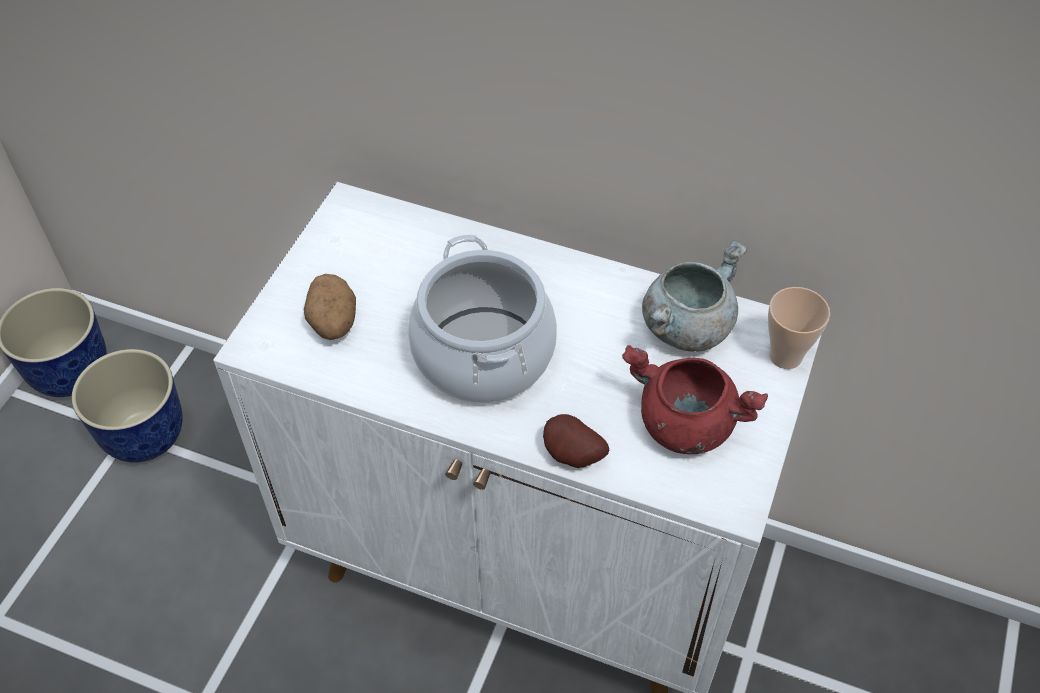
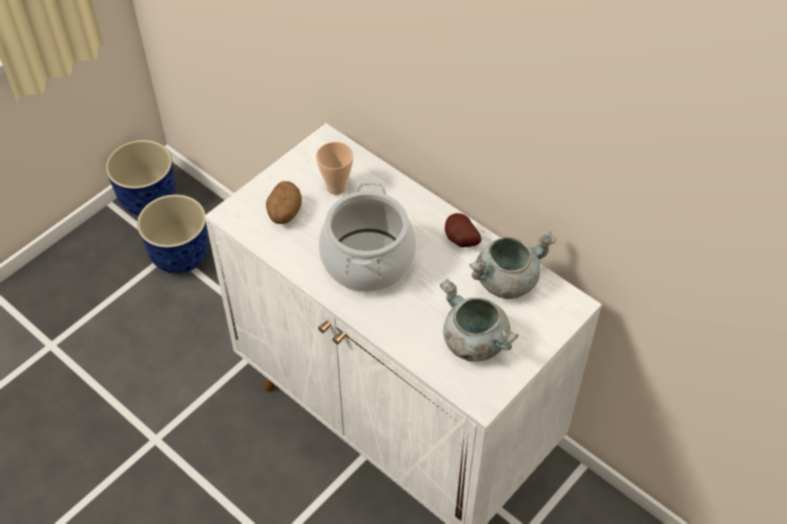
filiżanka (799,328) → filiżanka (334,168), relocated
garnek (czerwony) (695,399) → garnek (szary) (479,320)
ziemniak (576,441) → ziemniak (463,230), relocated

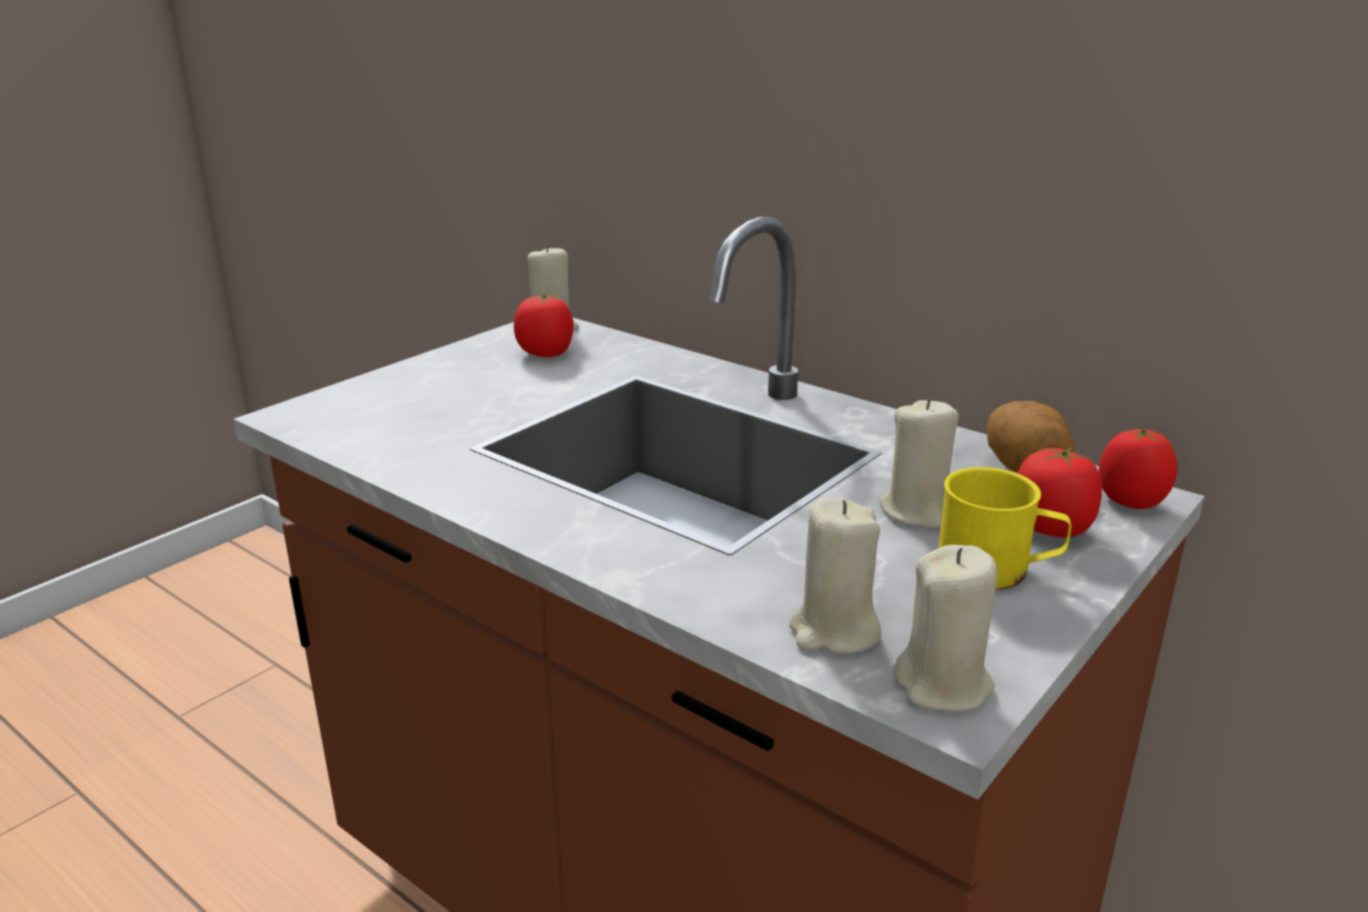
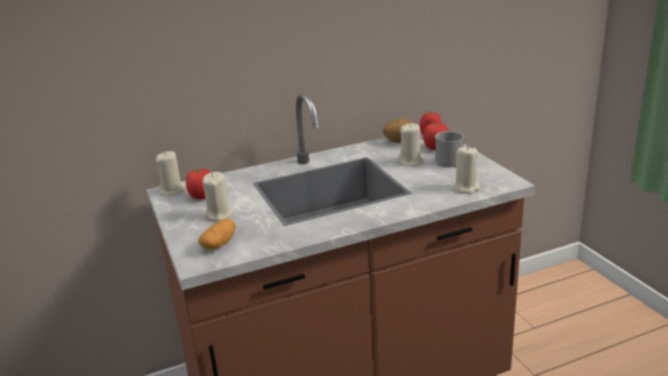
- → ziemniak (217,234)
świeca (beżowy) (945,628) → świeca (beżowy) (217,196), relocated
kubek (żółty) (1004,528) → kubek (szary) (449,149)

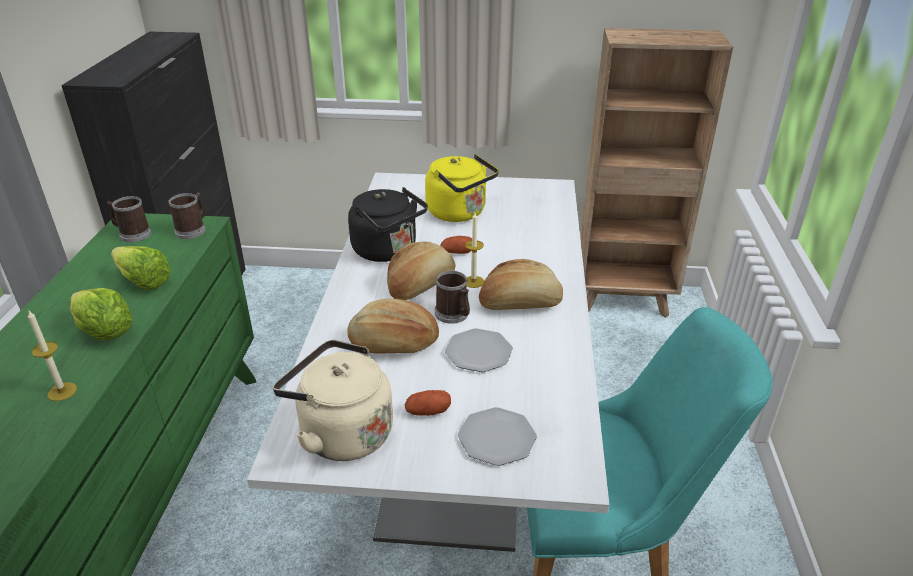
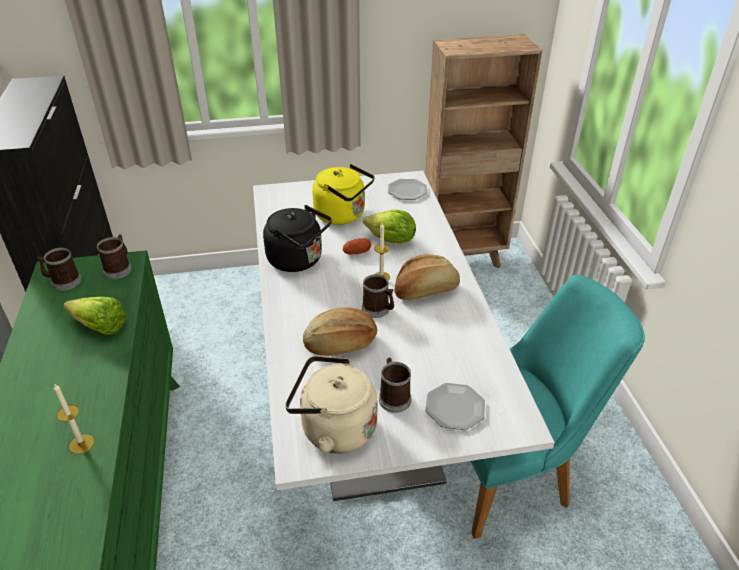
sałata (101,314) → sałata (389,226), relocated
ziemniak (428,403) → kubek (395,385)
talerz (479,350) → talerz (407,189), relocated
chleb (421,270) → -

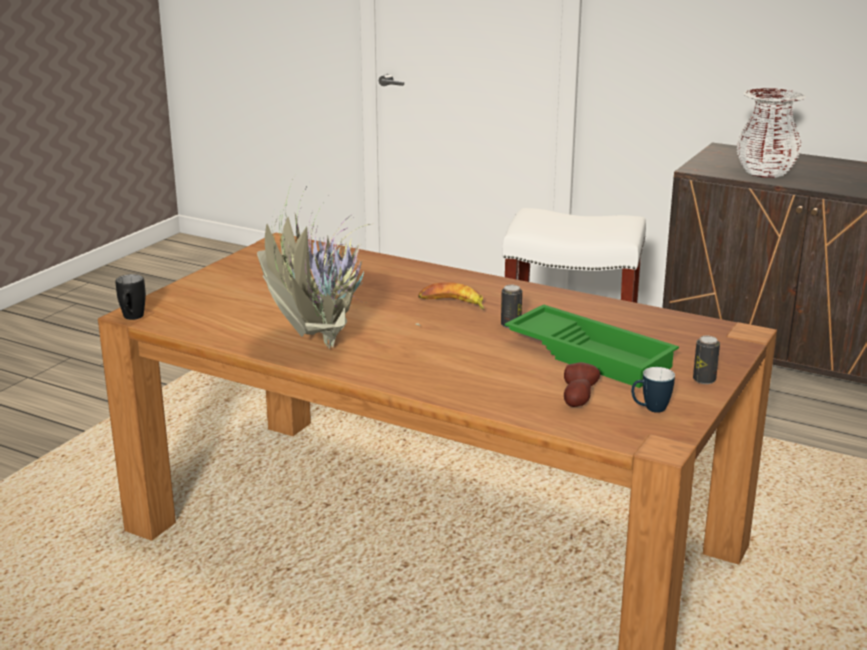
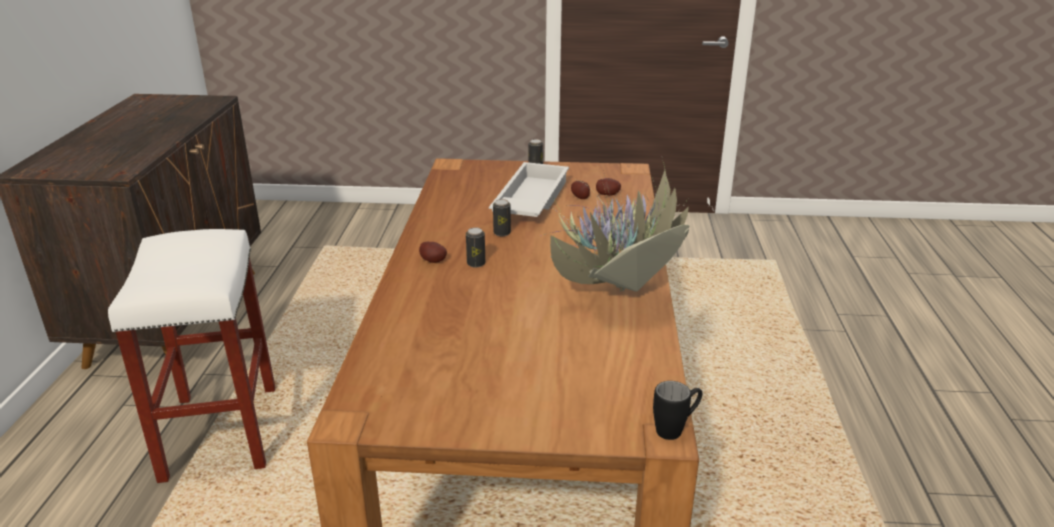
- → ziemniak (433,252)
banan (451,296) → puszka (475,248)
taca (zielony) (592,346) → taca (biały) (529,189)
kubek (653,390) → -
wazon (biały) (771,133) → -

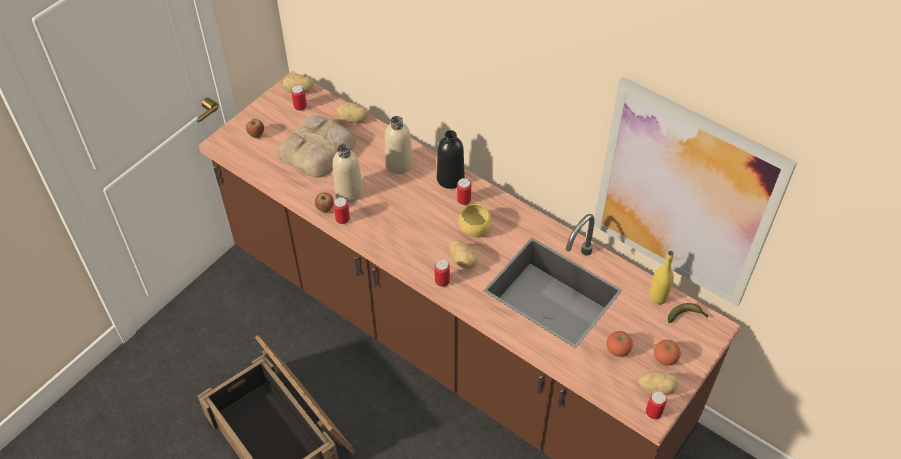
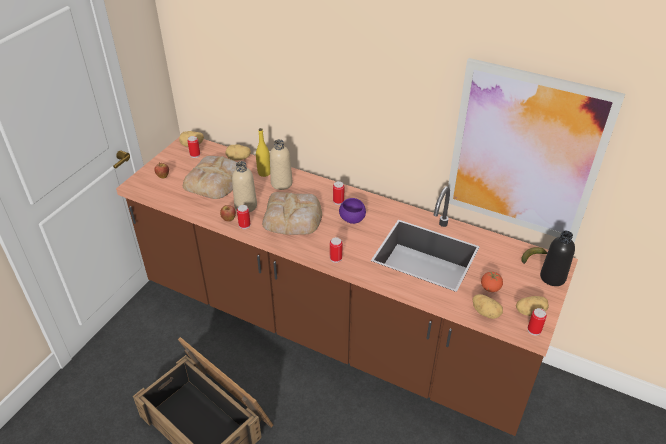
butelka (żółty) (661,278) → butelka (żółty) (263,152), relocated
- → chleb (292,213)
miska (żółty) (475,220) → miska (fioletowy) (352,211)
ziemniak (464,254) → ziemniak (487,306), relocated
butelka (czarny) (451,159) → butelka (czarny) (557,258), relocated
pomidor (667,352) → -

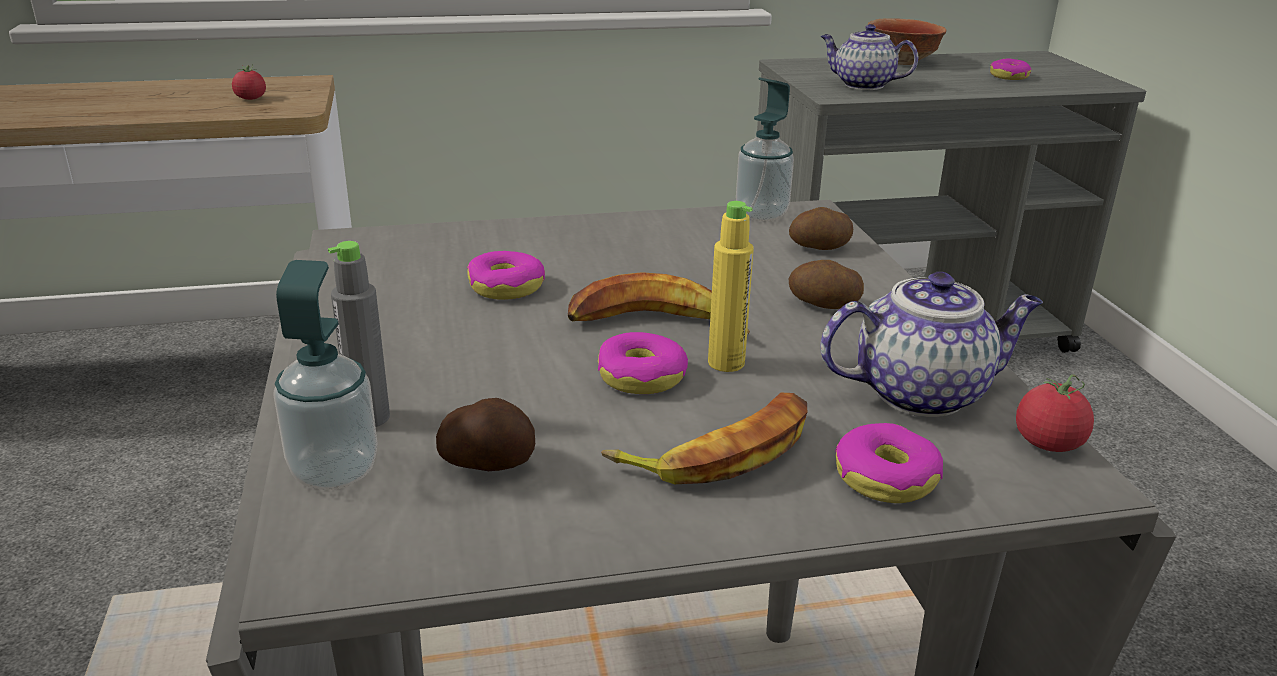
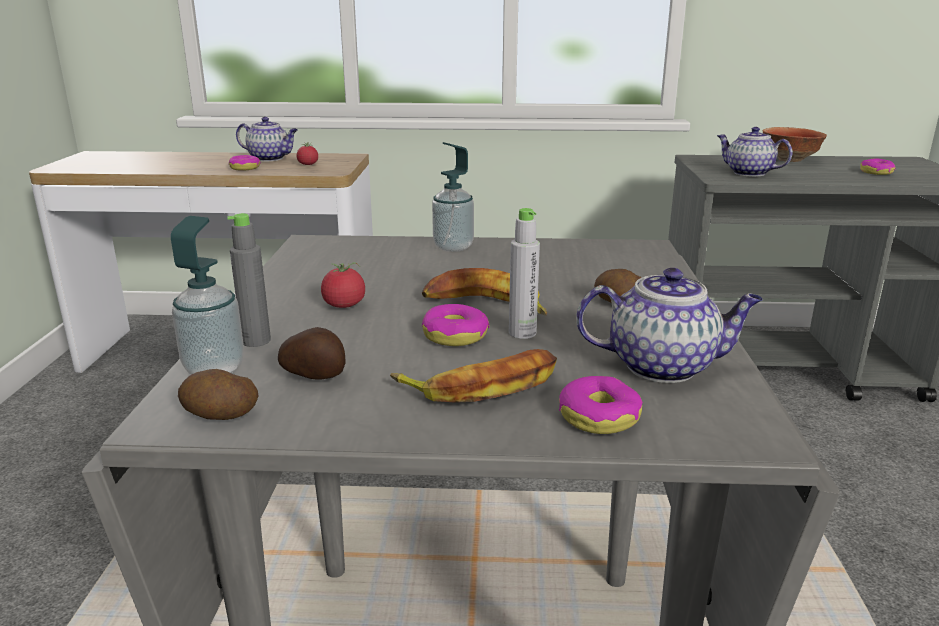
ziemniak (821,228) → ziemniak (218,394), relocated
donut (506,275) → donut (245,163), relocated
- → imbryk (267,139)
pomidor (1055,413) → pomidor (343,285), relocated
dozownik mydła (765,149) → dozownik mydła (453,197), relocated
butelka (żółty) (731,286) → butelka (szary) (524,273)

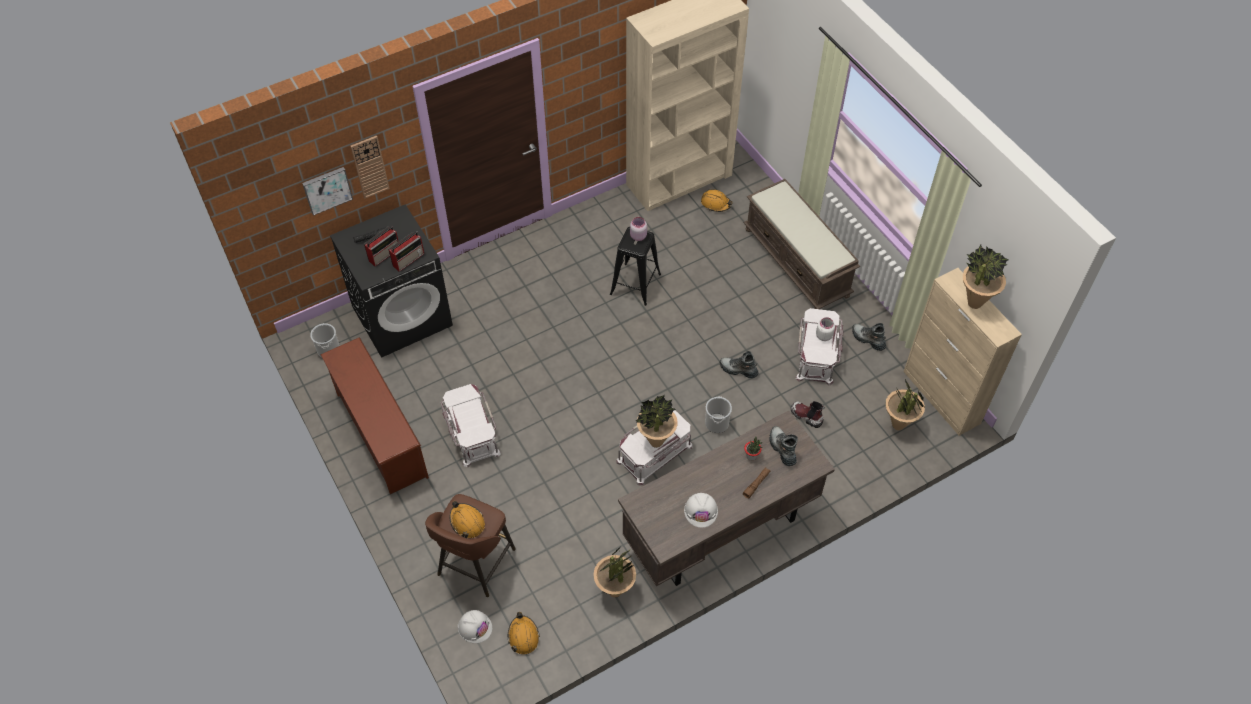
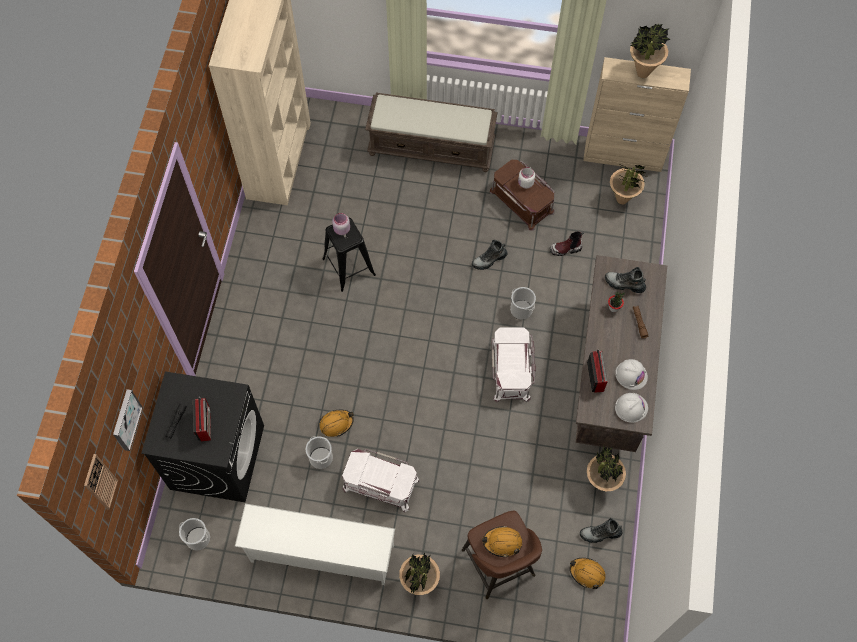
zegar ścienny (370,166) → zegar ścienny (101,482), relocated
regał na buty (brązowy) (374,415) → regał na buty (biały) (315,544)
- → wiadro (319,452)
kask (pomarańczowy) (717,200) → kask (pomarańczowy) (336,423), relocated
roślina doniczkowa (657,421) → roślina doniczkowa (419,574), relocated
pojemnik do przechowywania (biały) (819,346) → pojemnik do przechowywania (brązowy) (522,195)
but z cholewką (869,337) → but z cholewką (601,530), relocated
radio (406,251) → radio (597,371), relocated
kask (biały) (475,626) → kask (biały) (631,408), relocated

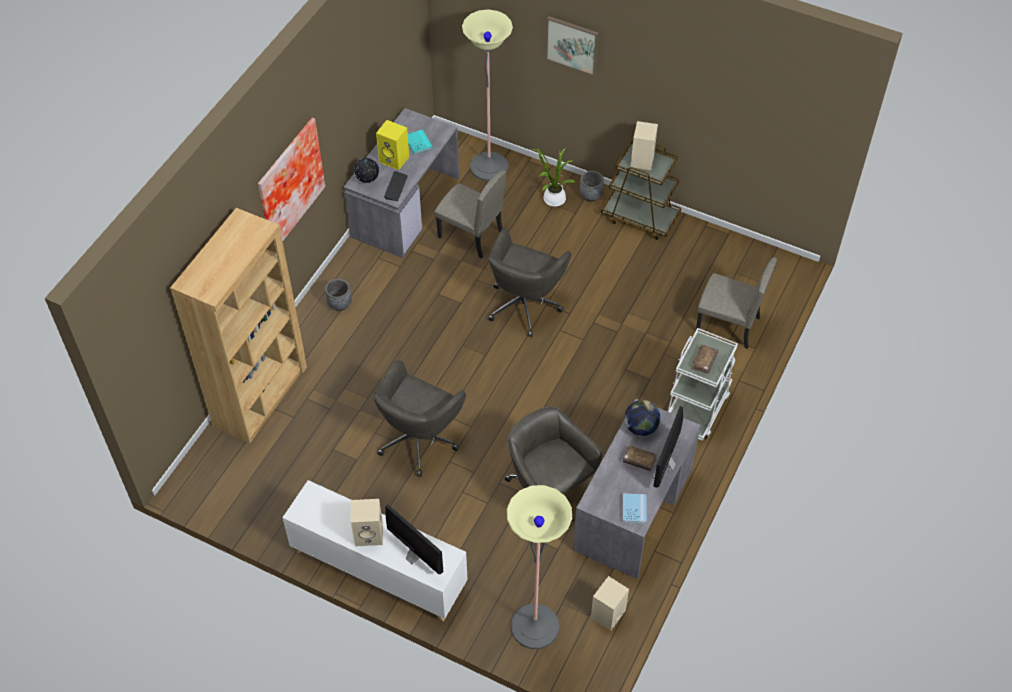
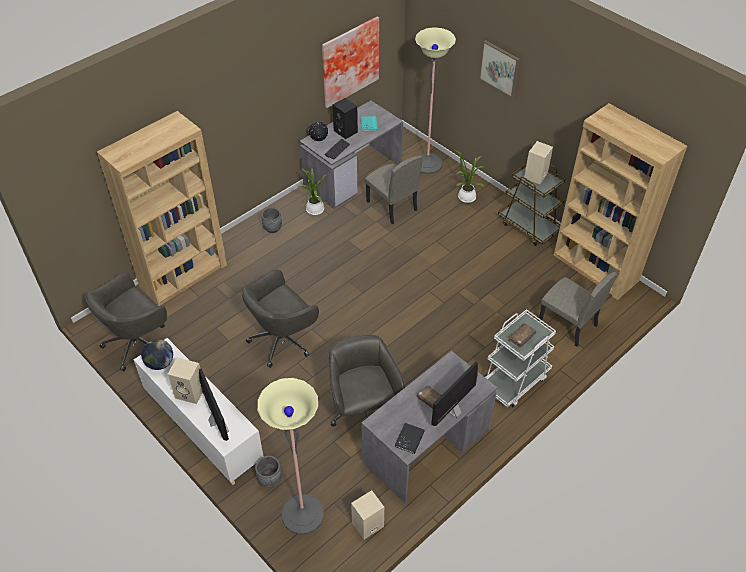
krzesło biurowe (szary) (529,283) → krzesło biurowe (szary) (126,322), relocated
globus (643,418) → globus (157,354), relocated
donica (szary) (592,186) → donica (szary) (268,471), relocated
- → roślina doniczkowa (312,191)
obraz (291,179) → obraz (350,62), relocated
głośnik (żółty) (392,145) → głośnik (czarny) (345,118)
książka (niebieski) (635,509) → książka (czarny) (410,438)
- → regał (brązowy) (620,201)

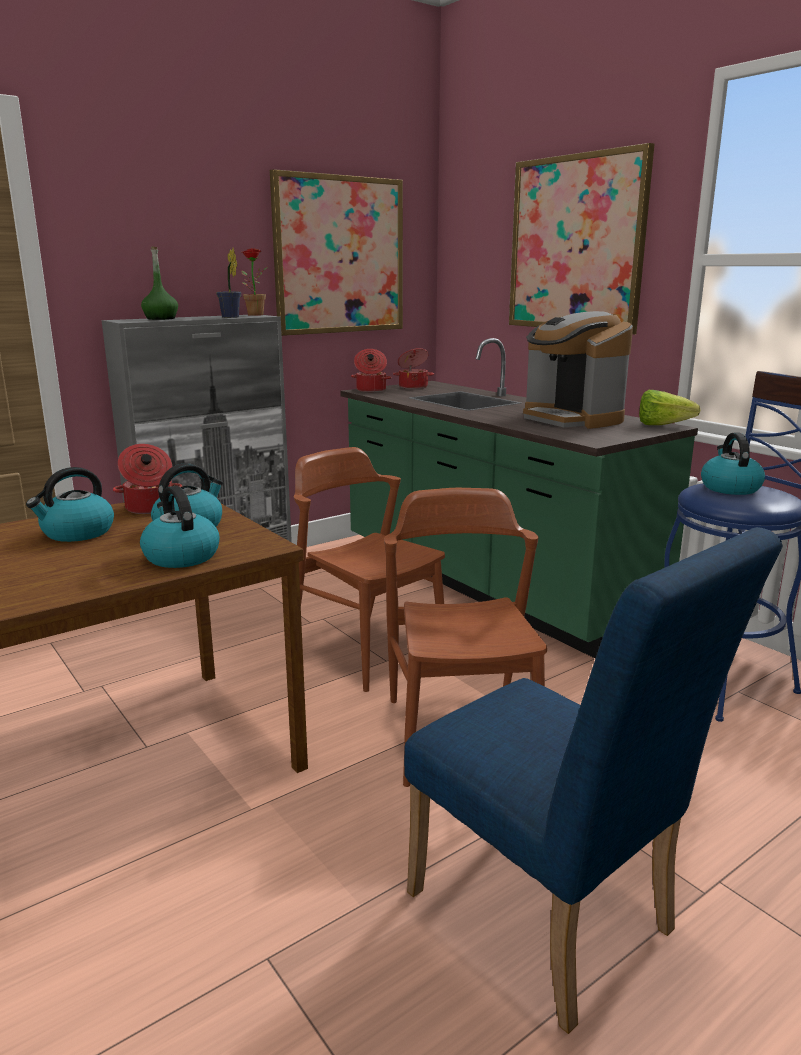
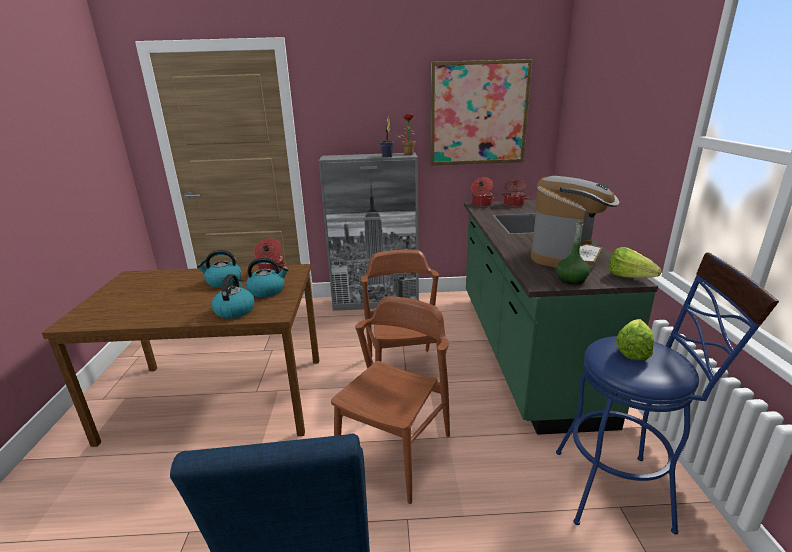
ekspres do kawy (578,370) → ekspres do kawy (575,222), 150 degrees counterclockwise
butelka (zielony) (159,283) → butelka (zielony) (573,252), relocated
czajnik (733,464) → sałata (635,339)
obraz (581,239) → -

